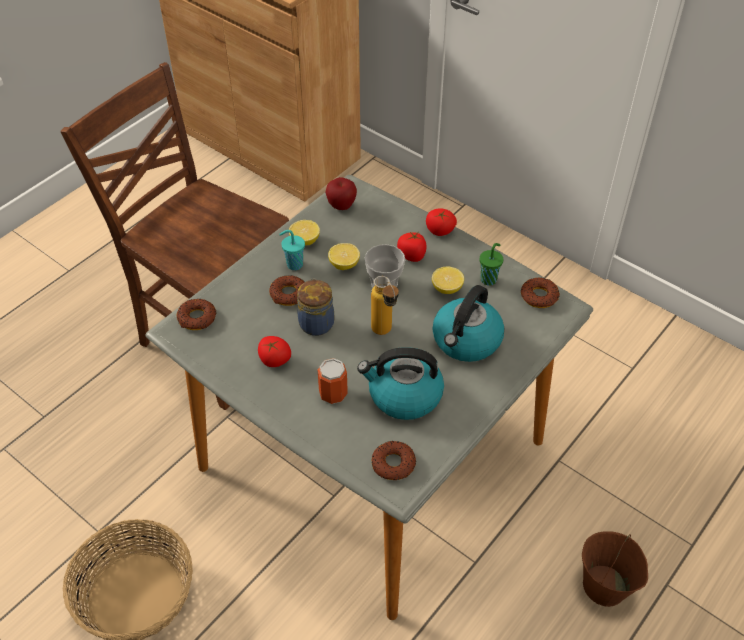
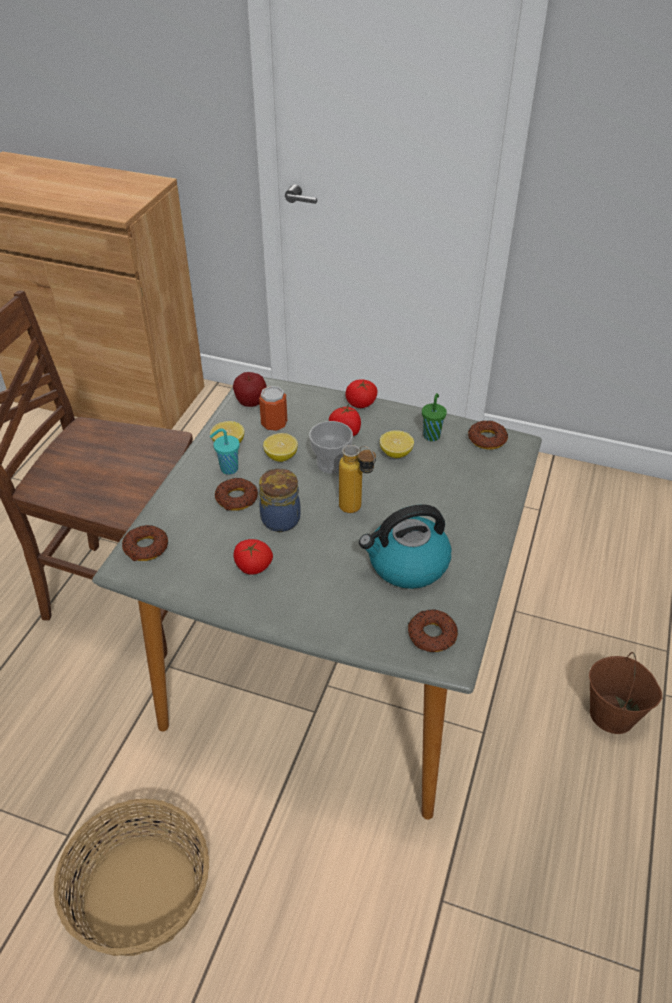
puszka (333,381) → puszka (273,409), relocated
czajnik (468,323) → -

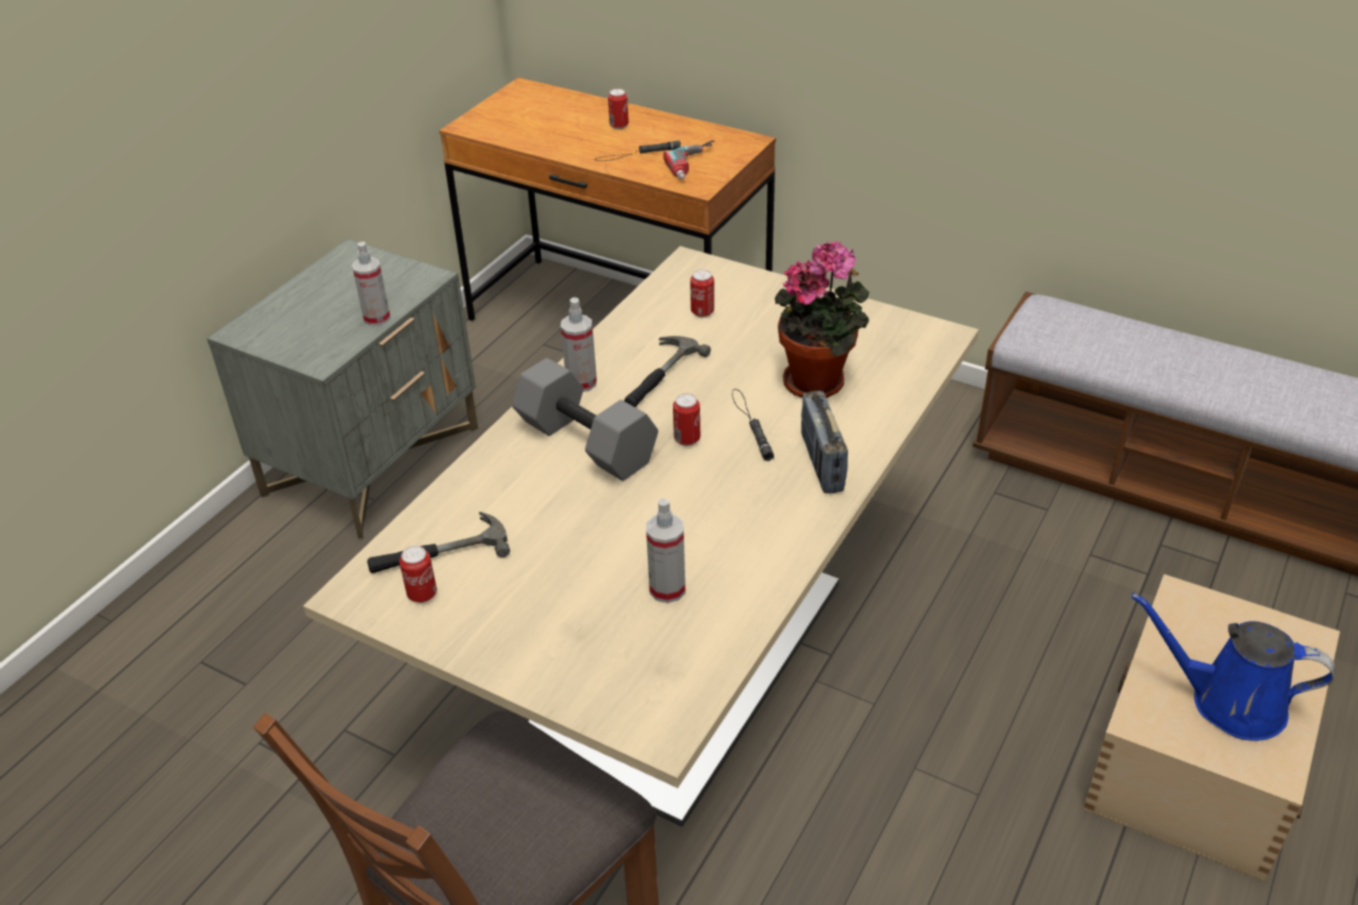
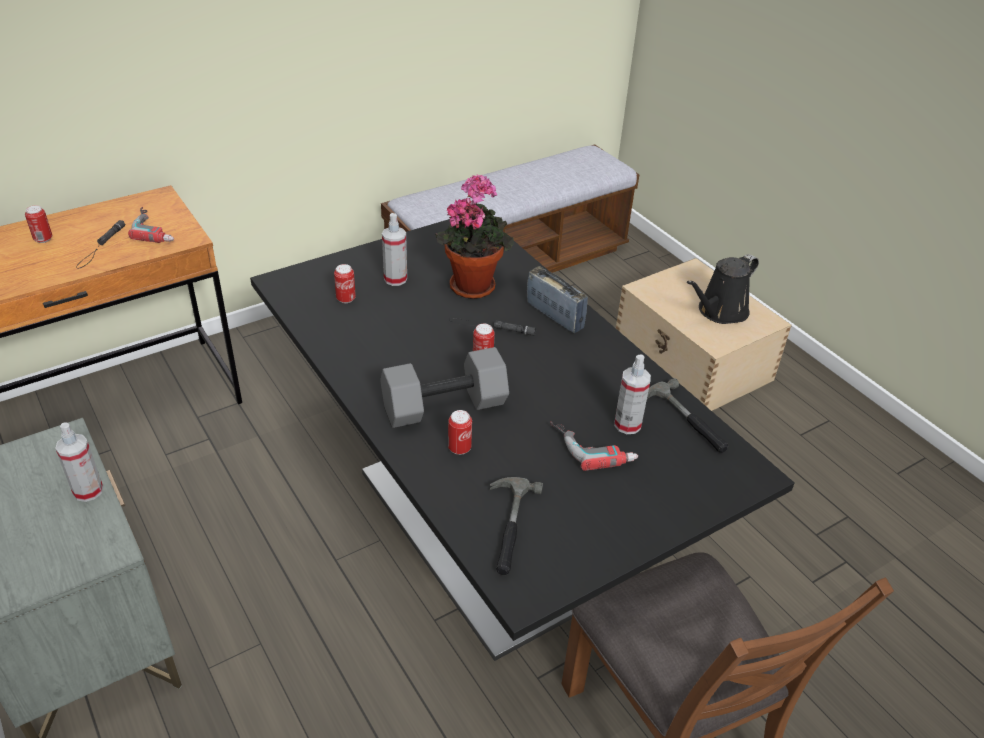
stół jadalny (beżowy) (641,536) → stół jadalny (czarny) (522,440)
spryskiwacz (579,344) → spryskiwacz (394,249), relocated
puszka (418,574) → puszka (460,432), relocated
radio (824,442) → radio (557,299), 150 degrees counterclockwise
- → wiertarka (594,446)
młotek (667,371) → młotek (687,415), relocated
konewka (niebieski) (1233,666) → konewka (czarny) (723,289)

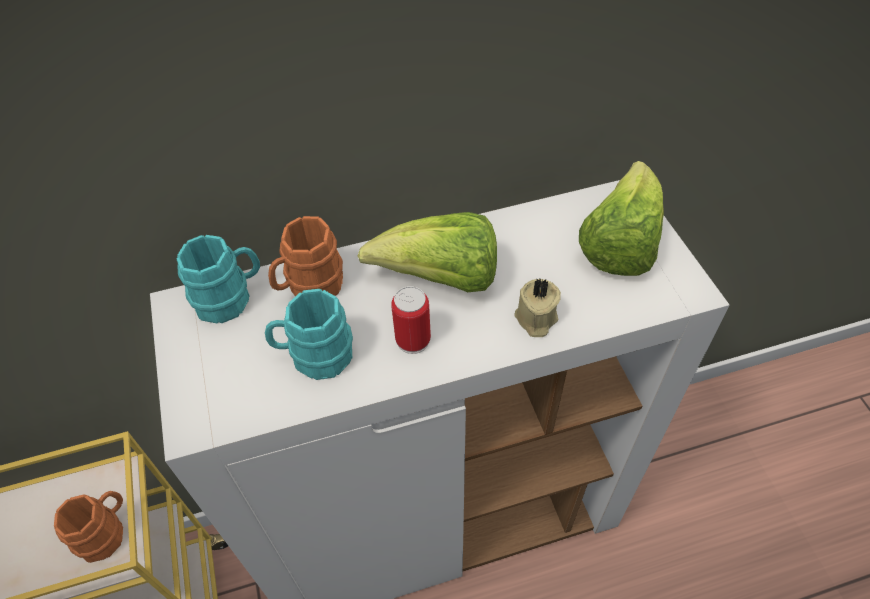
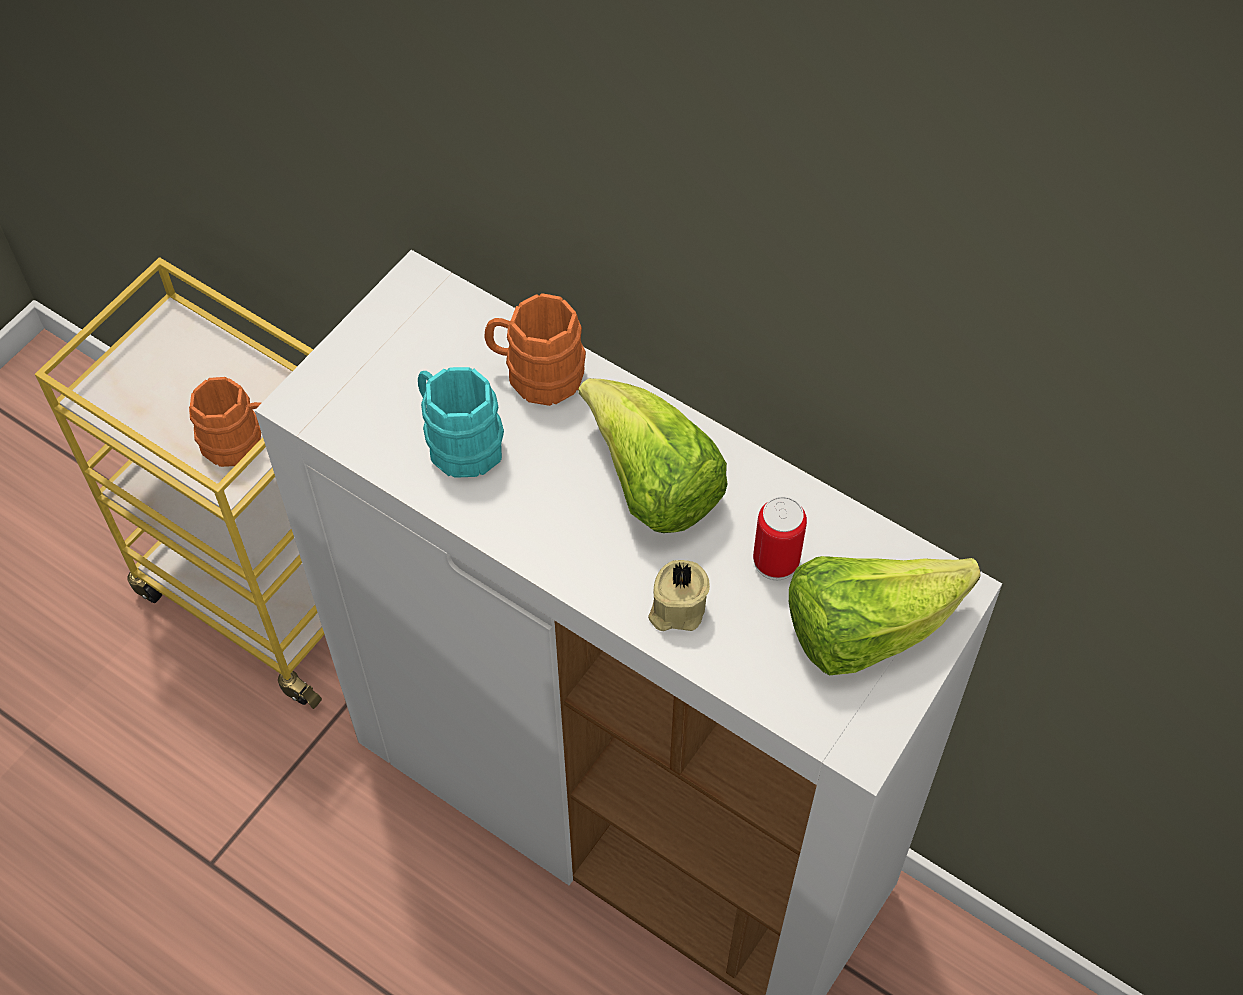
puszka (411,320) → puszka (780,538), relocated
kubek (turkusowy) (218,279) → -

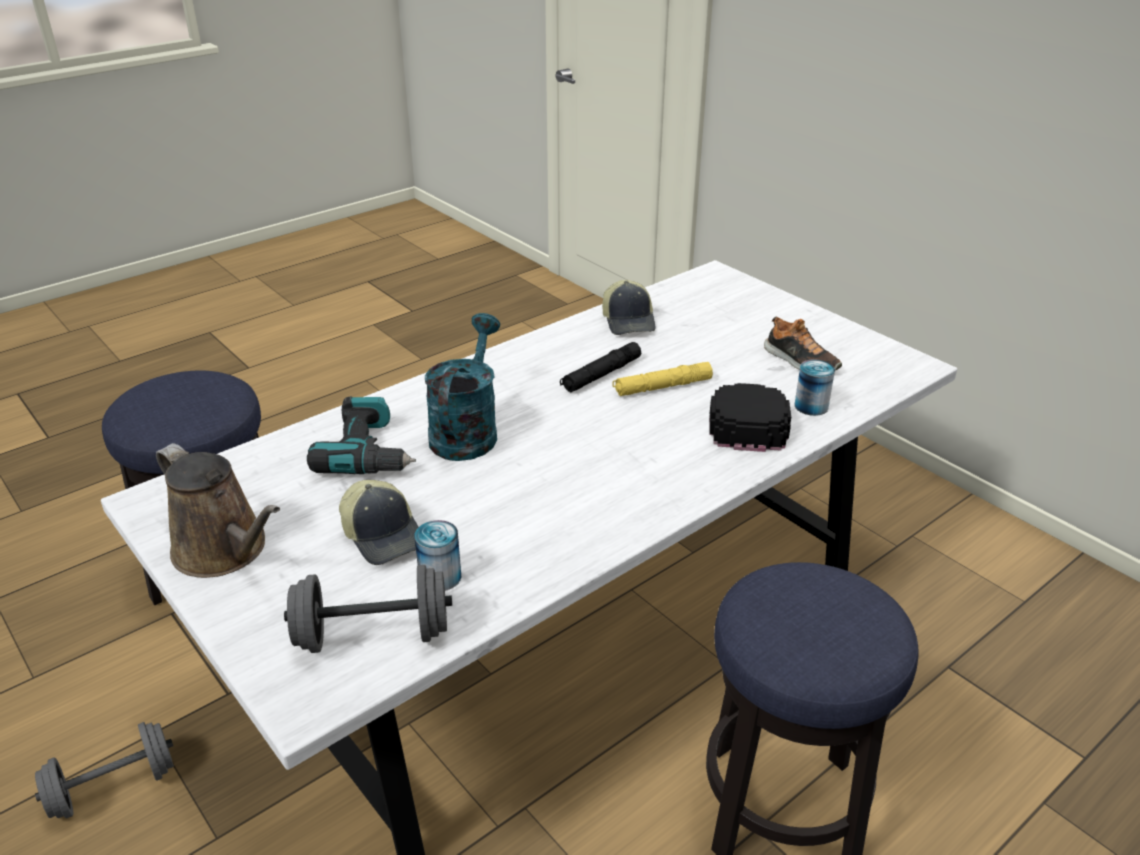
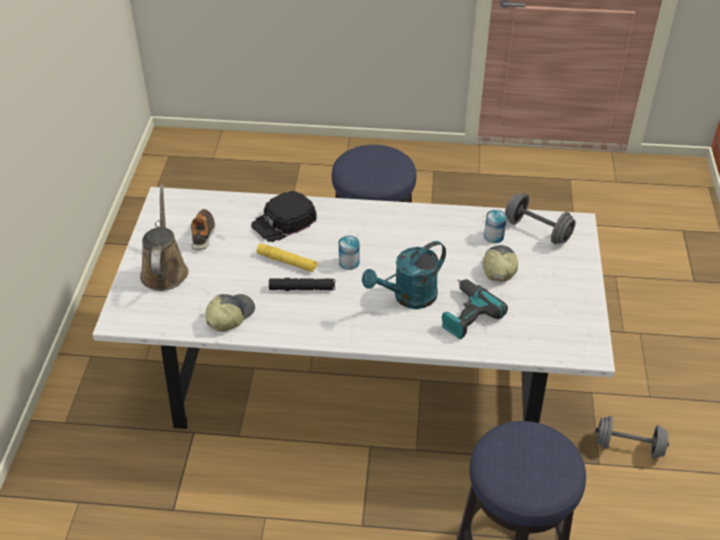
konewka (brązowy) (218,510) → konewka (brązowy) (164,237), relocated
puszka (814,388) → puszka (349,253), relocated

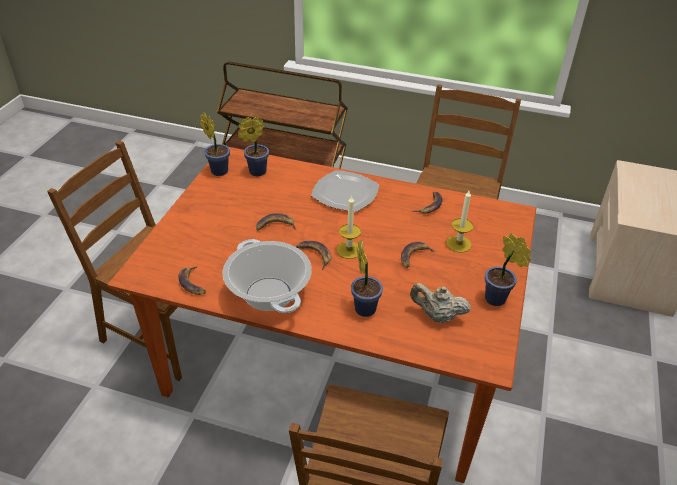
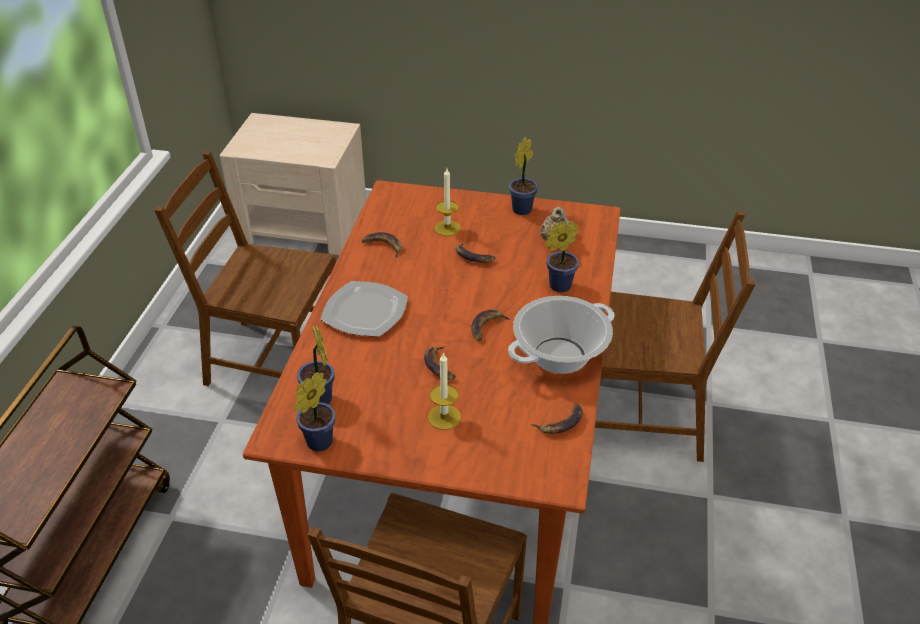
świeca (348,227) → świeca (444,391), relocated

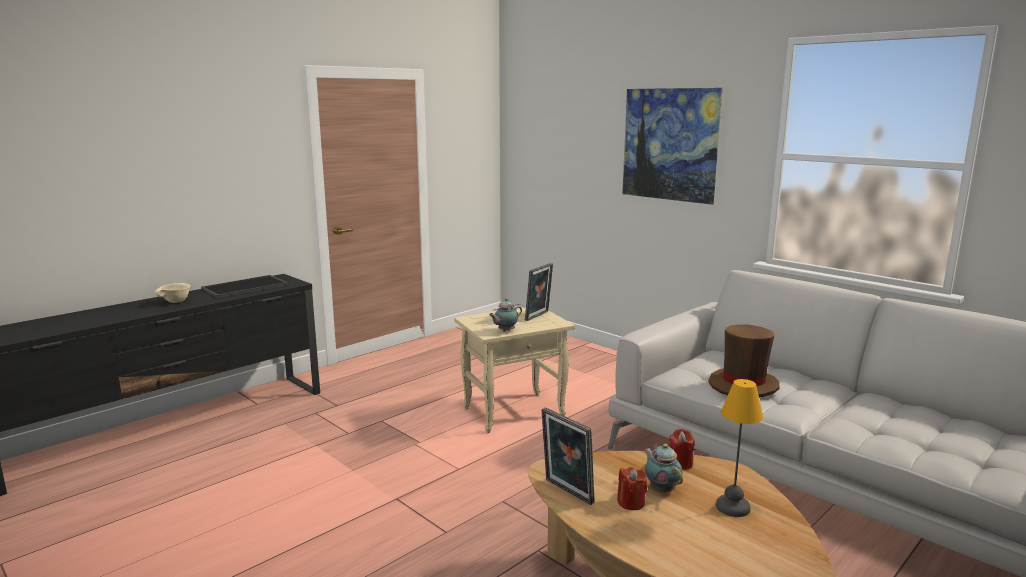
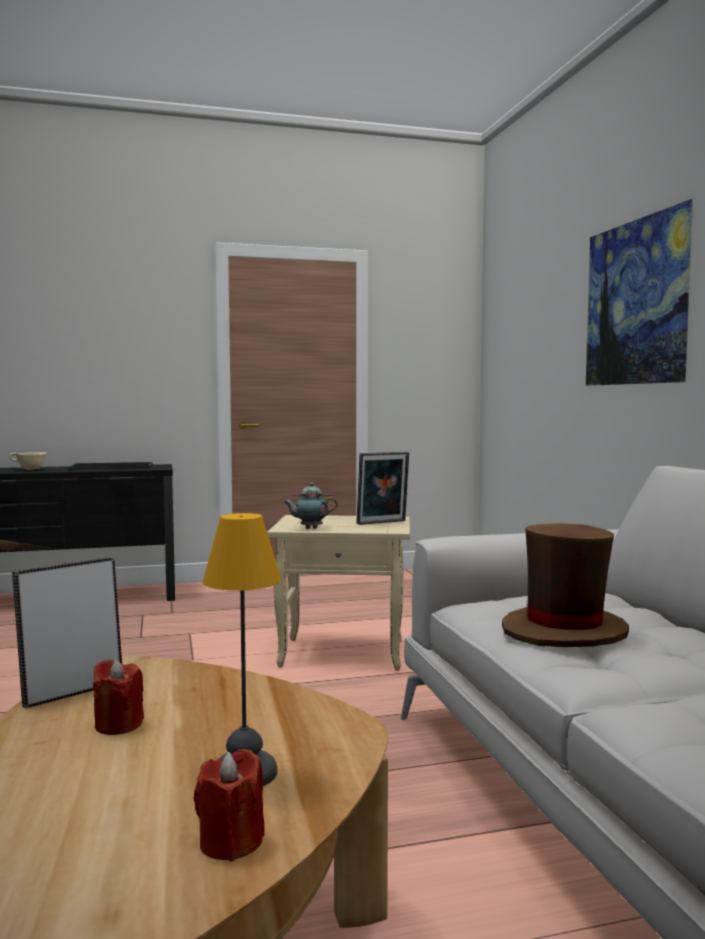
ramka na zdjęcie (568,456) → ramka na zdjęcie (67,632), 60 degrees clockwise
świeca (czerwony) (682,449) → świeca (czerwony) (229,805), relocated
imbryk (663,468) → -

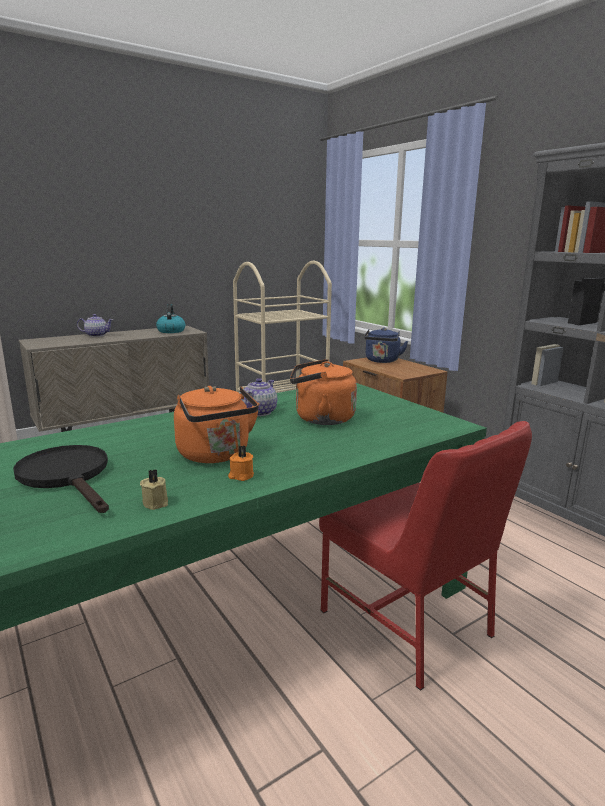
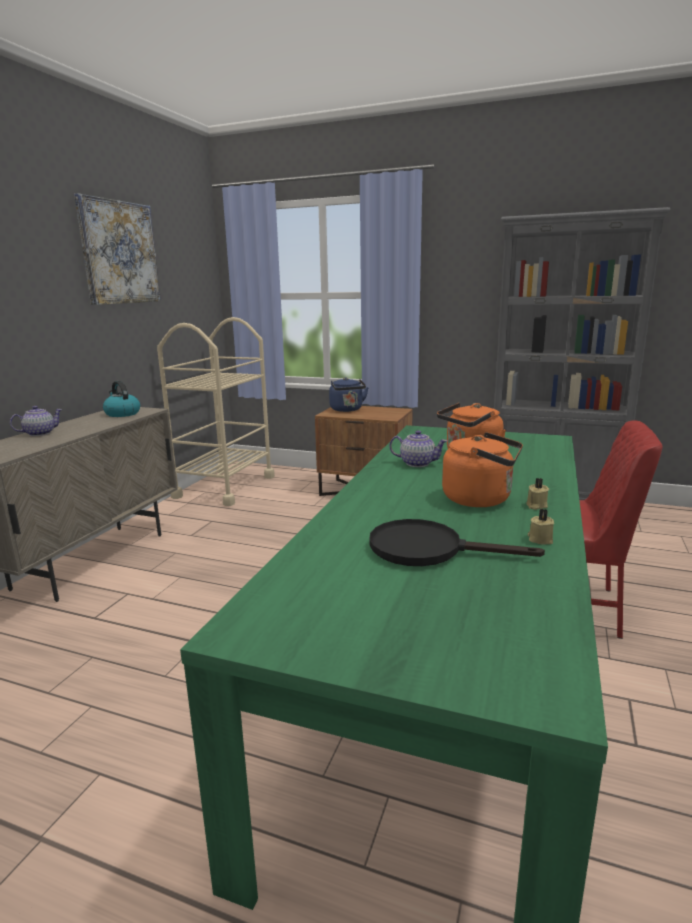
- → obraz (117,249)
imbryk (259,397) → imbryk (418,448), 120 degrees clockwise
świeca (pomarańczowy) (241,463) → świeca (beżowy) (538,494)

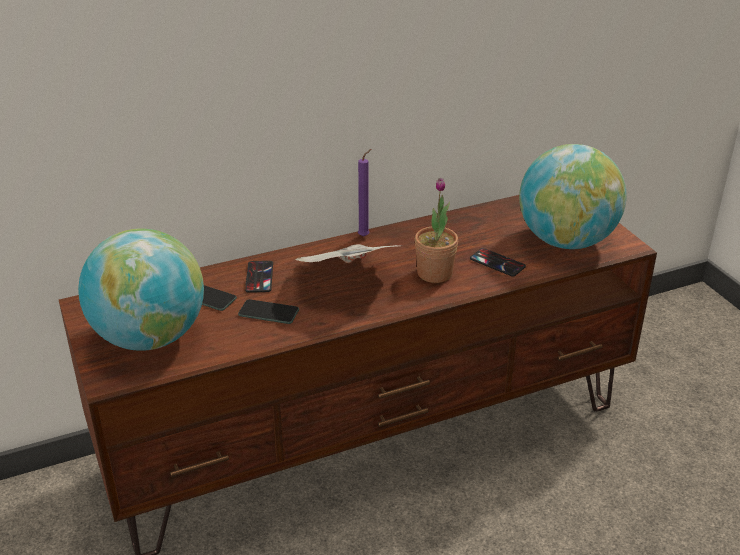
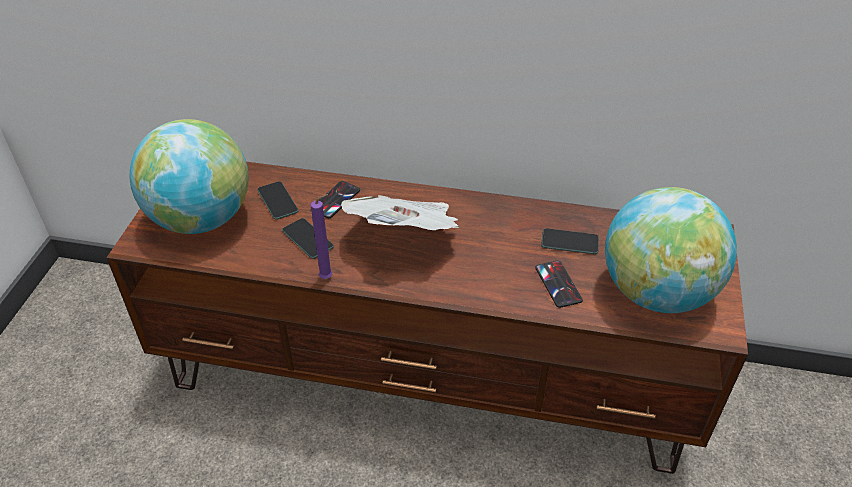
świeca (fioletowy) (364,193) → świeca (fioletowy) (321,236), relocated
- → telefon (570,241)
roślina doniczkowa (436,230) → -

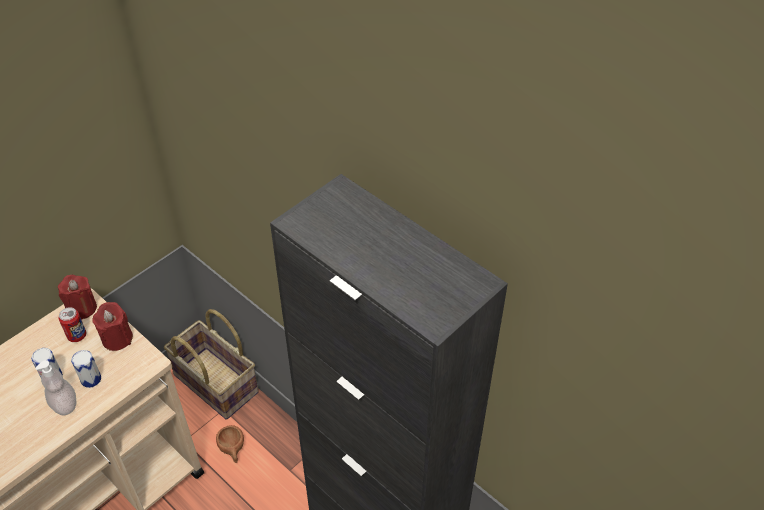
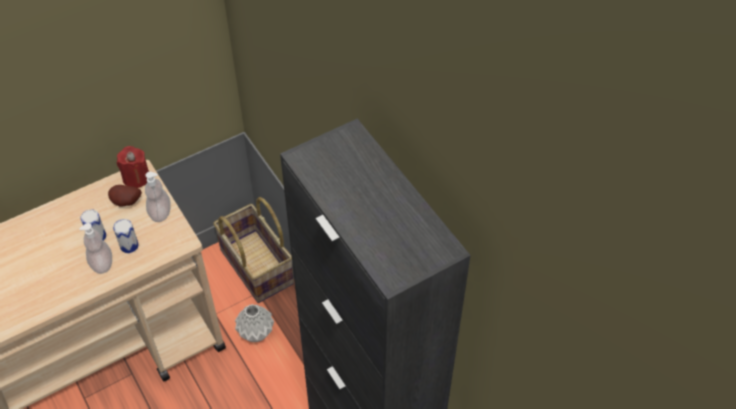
puszka (72,324) → ziemniak (125,196)
świeca (czerwony) (112,326) → dozownik mydła (158,197)
filiżanka (brązowy) (230,444) → wazon (szary) (254,323)

